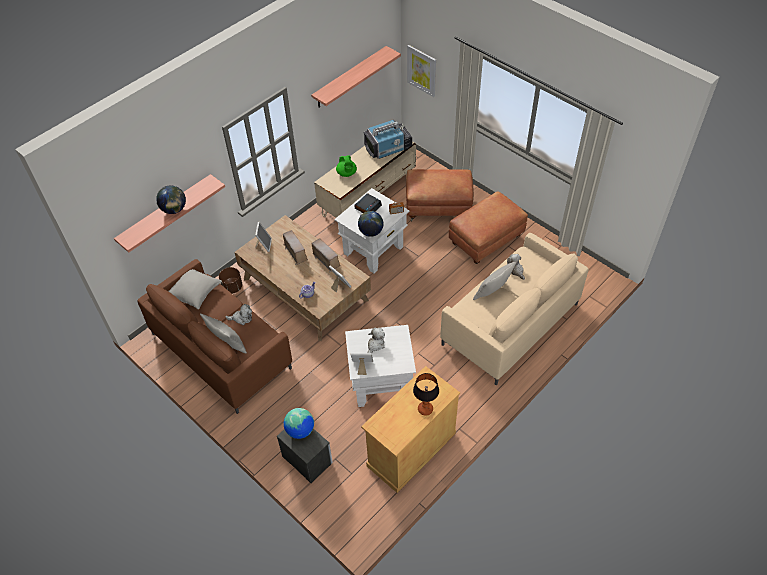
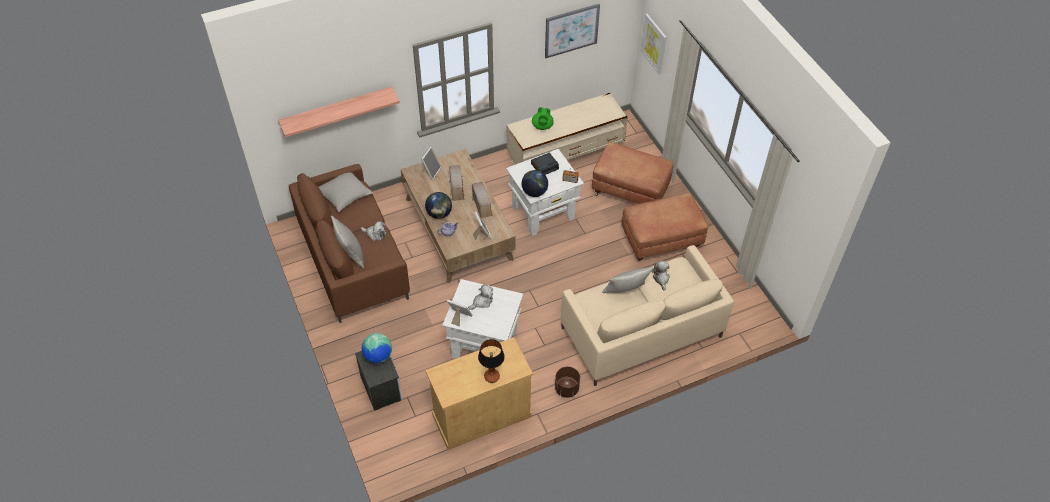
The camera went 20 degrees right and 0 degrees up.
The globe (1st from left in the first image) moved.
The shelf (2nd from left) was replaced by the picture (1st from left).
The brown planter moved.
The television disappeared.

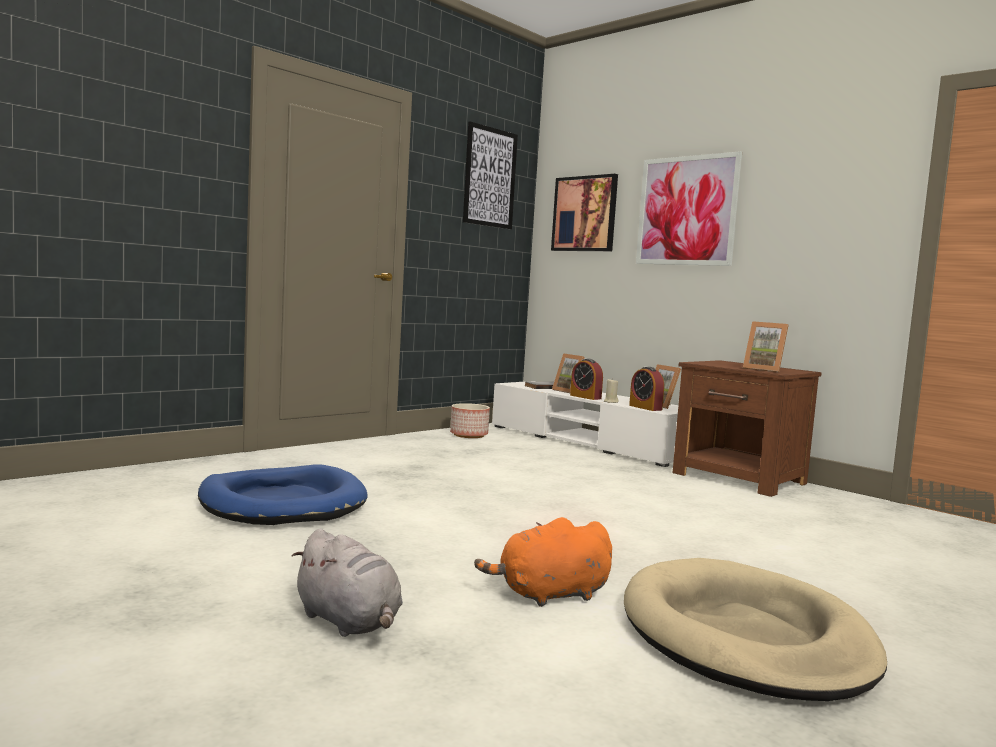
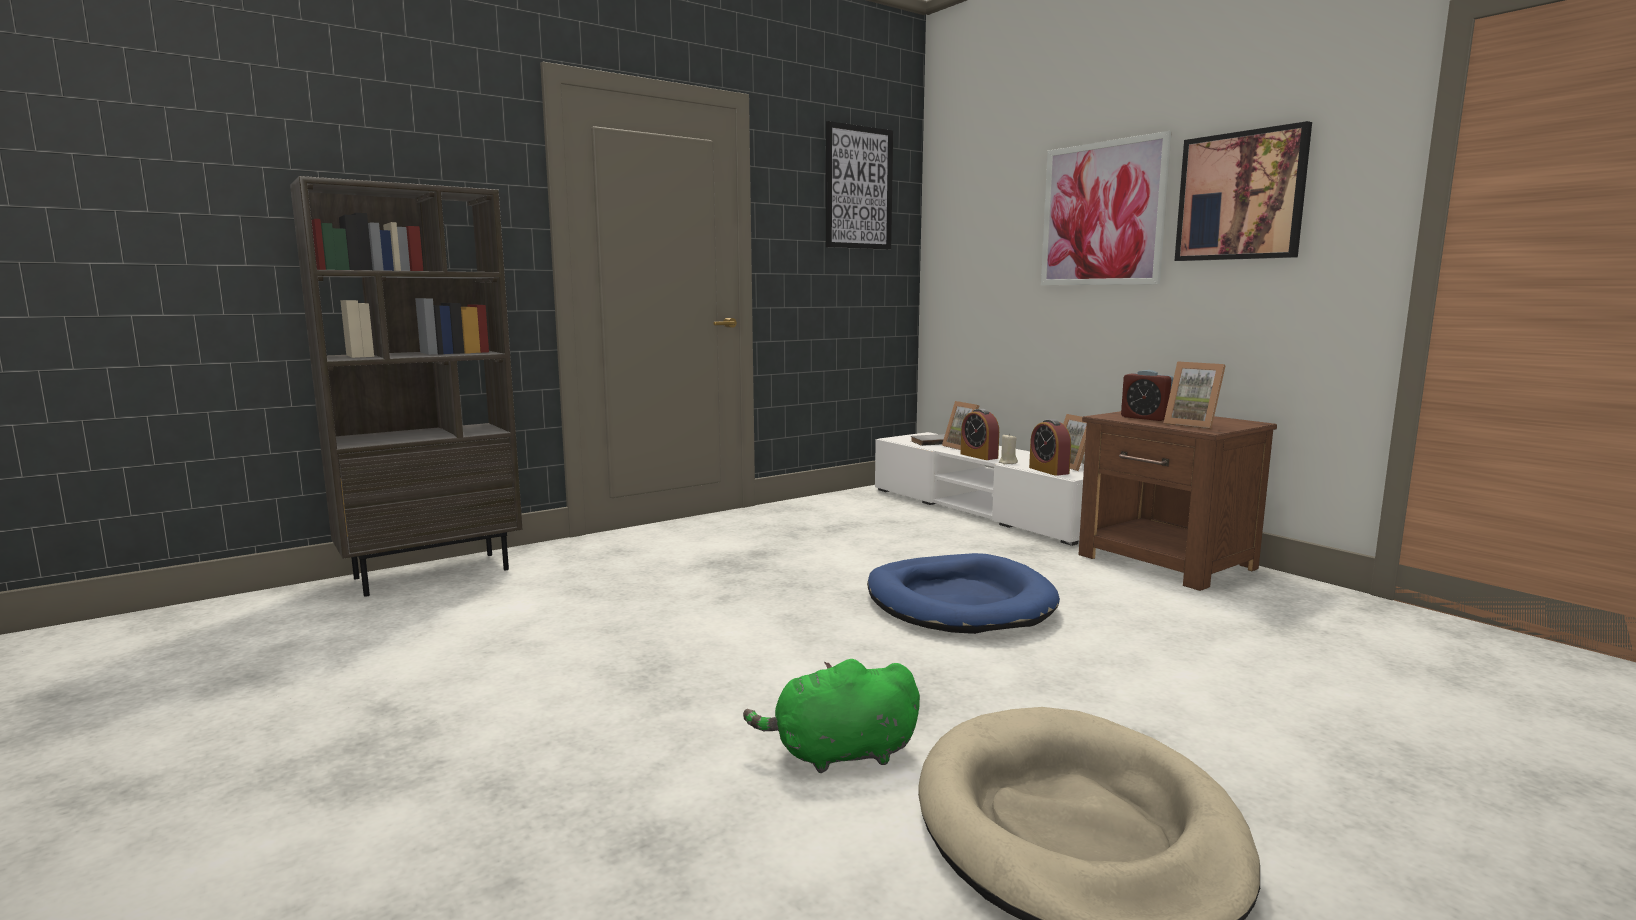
The camera went 10 degrees right and 5 degrees up.
The brown bookcase appeared.
The orange plush toy became the green plush toy.
The blue dog bed moved.
The alarm clock (3rd from left) appeared.
The picture (2nd from left in the first image) moved.
The grey plush toy disappeared.
The planter disappeared.

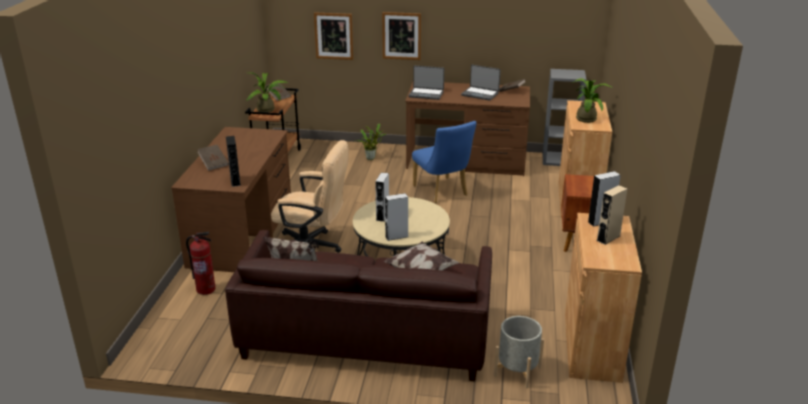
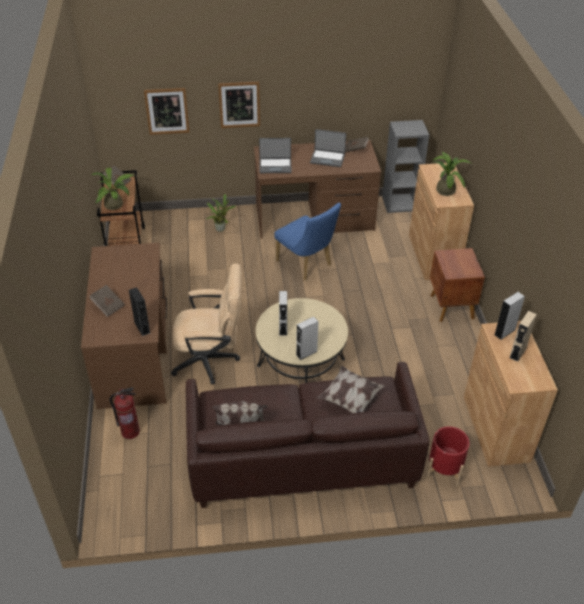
The camera went 15 degrees left and 15 degrees up.
The grey planter became the red planter.

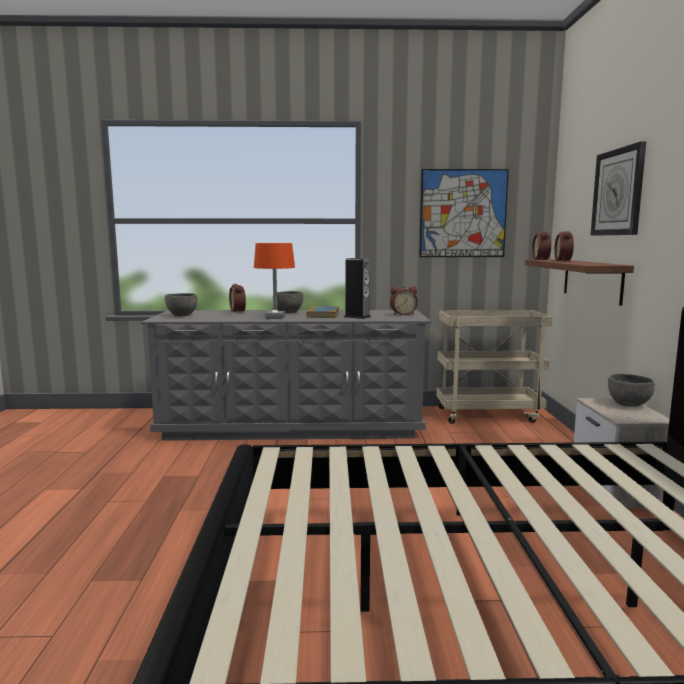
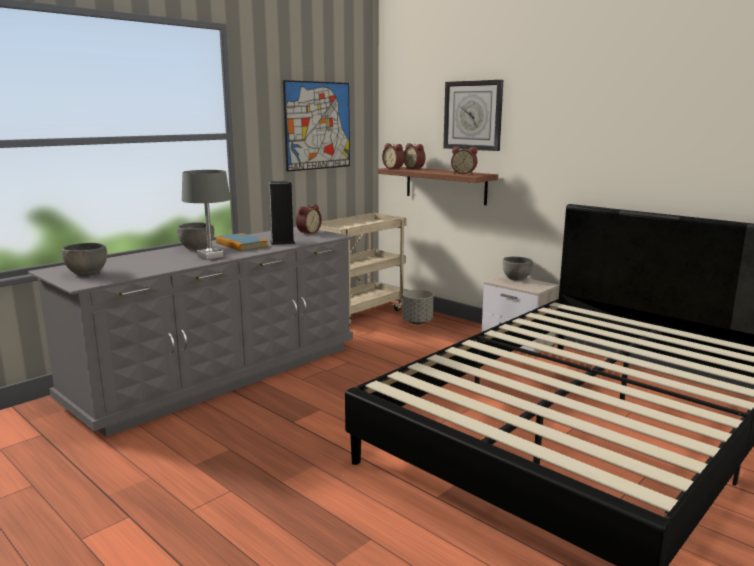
The camera went 45 degrees left and 5 degrees up.
The orange table lamp became the grey table lamp.
The grey planter appeared.
The alarm clock (1st from left in the first image) moved.

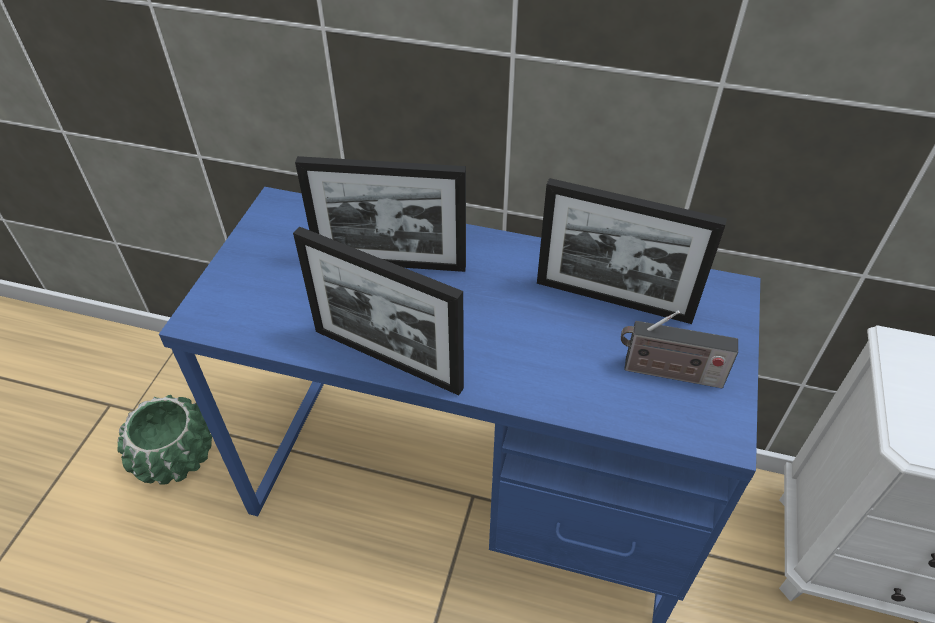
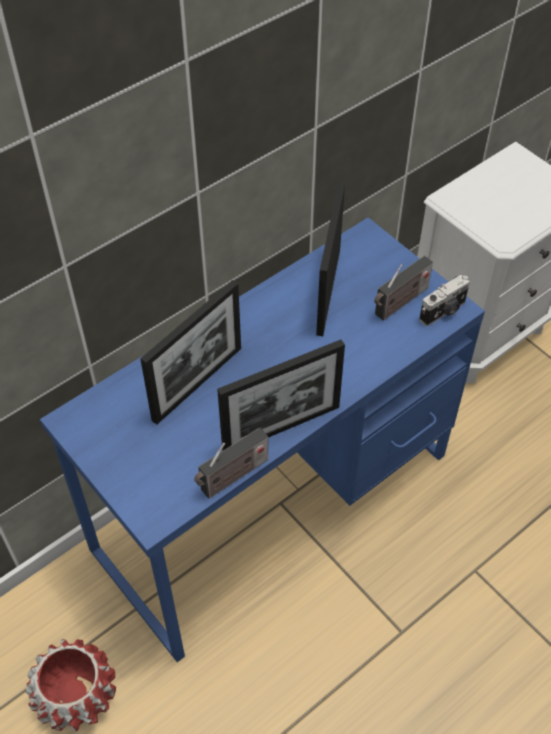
The camera went 55 degrees left and 5 degrees up.
The green planter became the red planter.
The radio (1st from left) appeared.
The picture frame (3rd from left) turned 135 degrees clockwise.
The photo camera appeared.

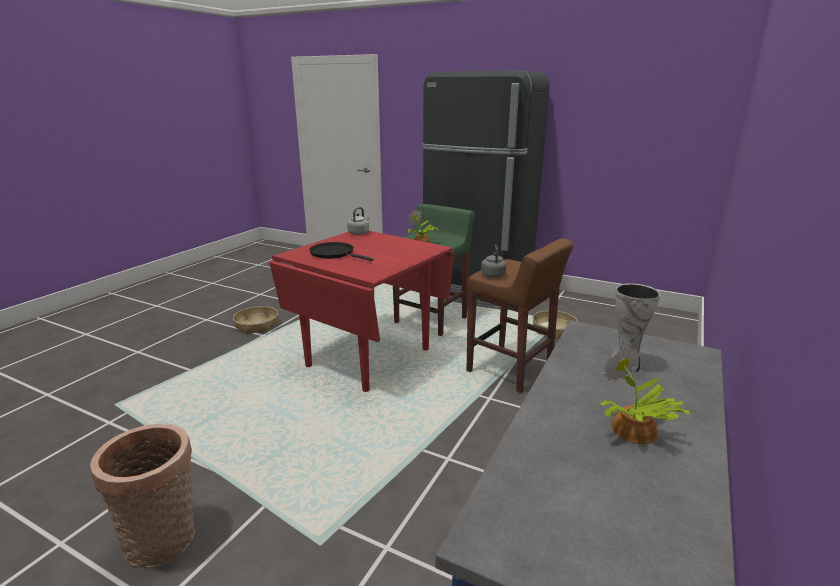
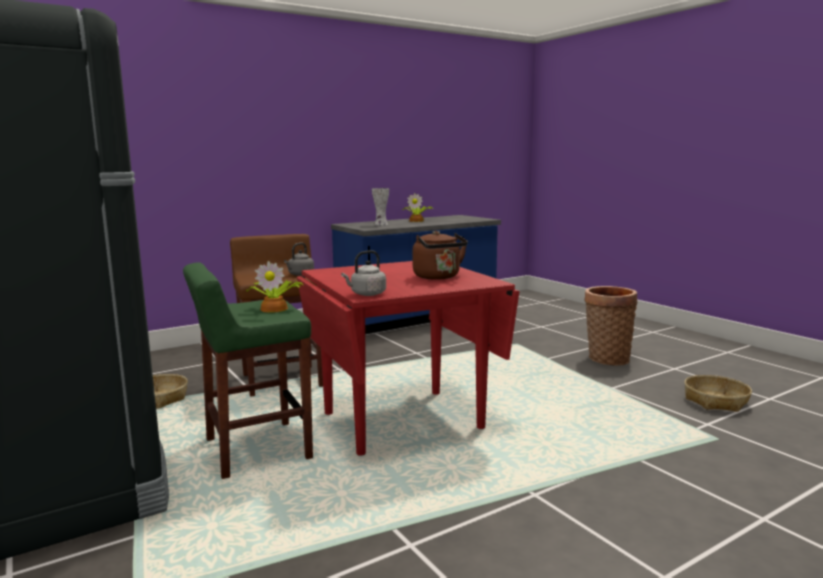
The camera went 150 degrees left and 10 degrees down.
The black frying pan was replaced by the brown kettle.
The basket (2nd from left in the first image) moved.

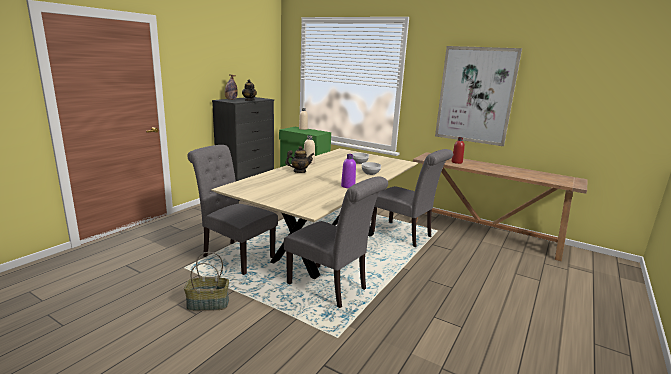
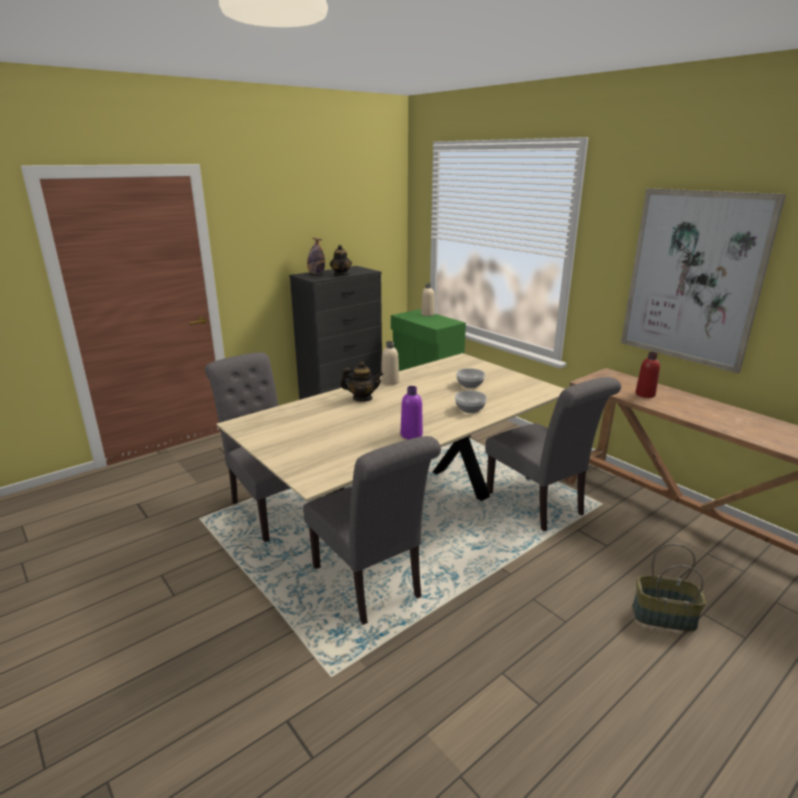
The camera went 20 degrees right and 5 degrees up.
The basket moved.

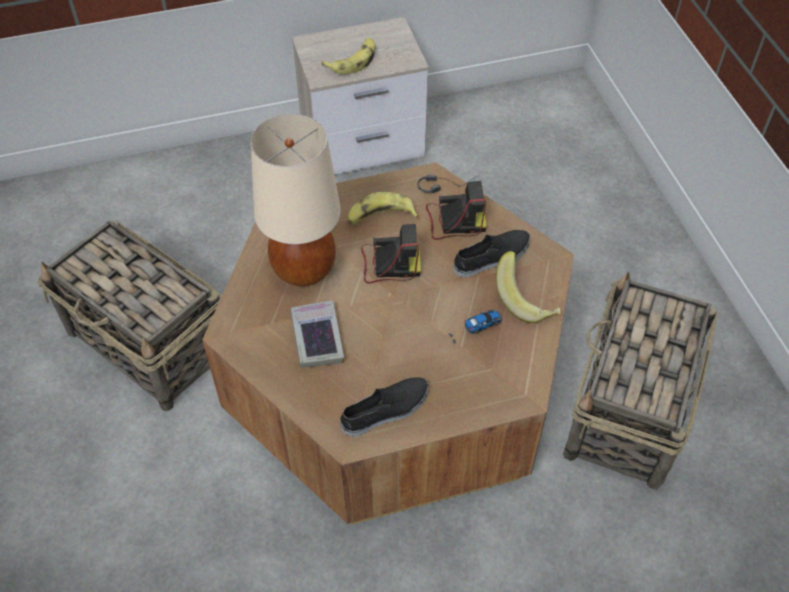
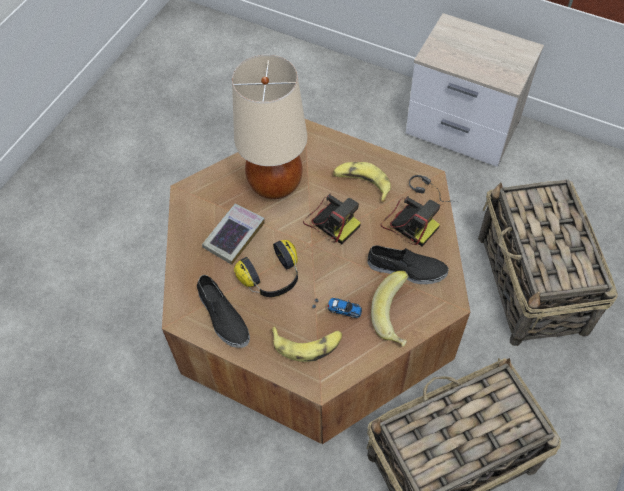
The camera went 45 degrees right and 5 degrees up.
The black shoe (1st from left) turned 45 degrees clockwise.
The headphones (1st from left) appeared.
The banana (1st from left) moved.
The basket (1st from left in the first image) moved.

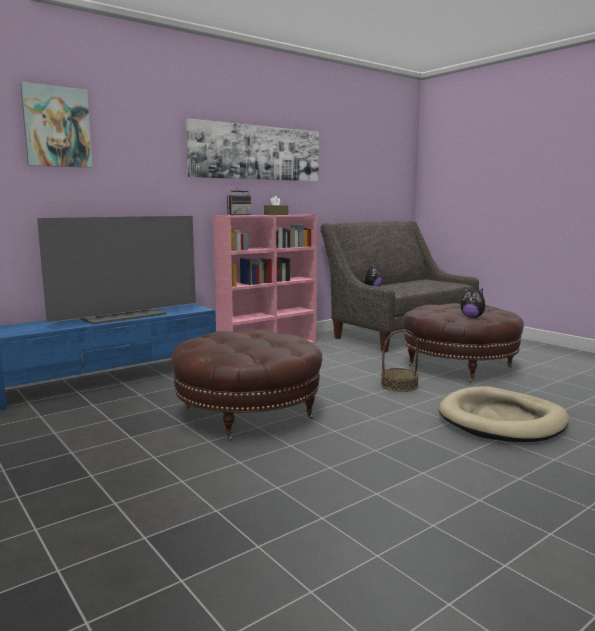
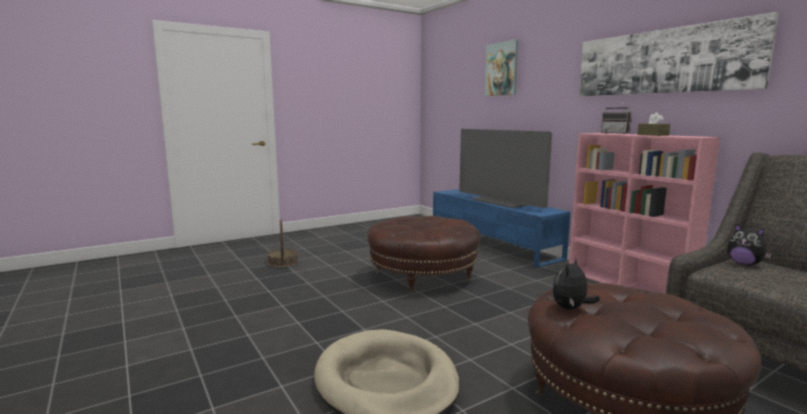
The camera went 95 degrees right and 0 degrees up.
The basket moved.

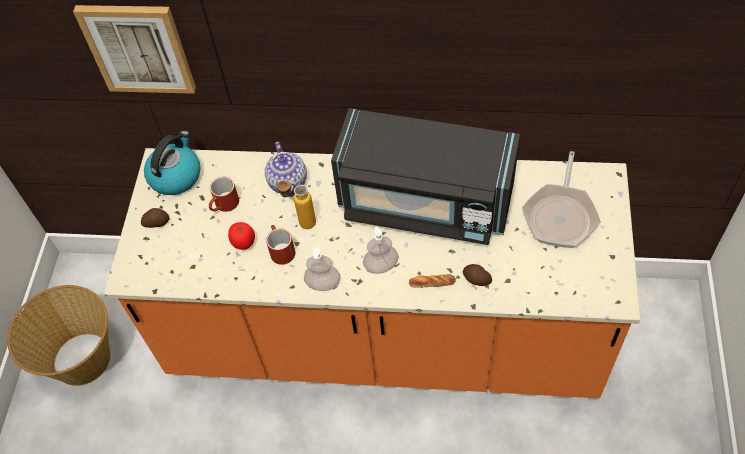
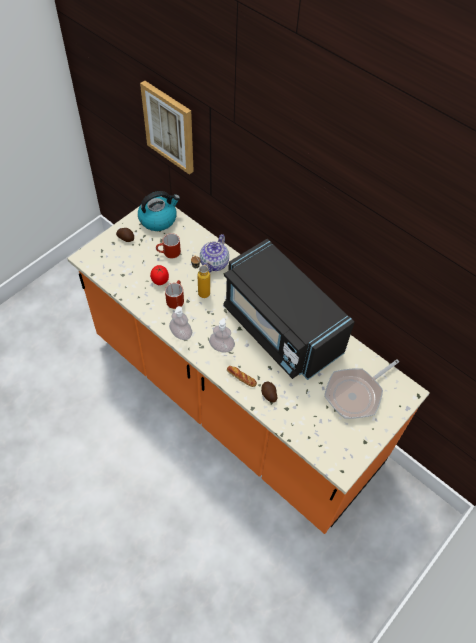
The camera went 30 degrees right and 0 degrees up.
The basket disappeared.

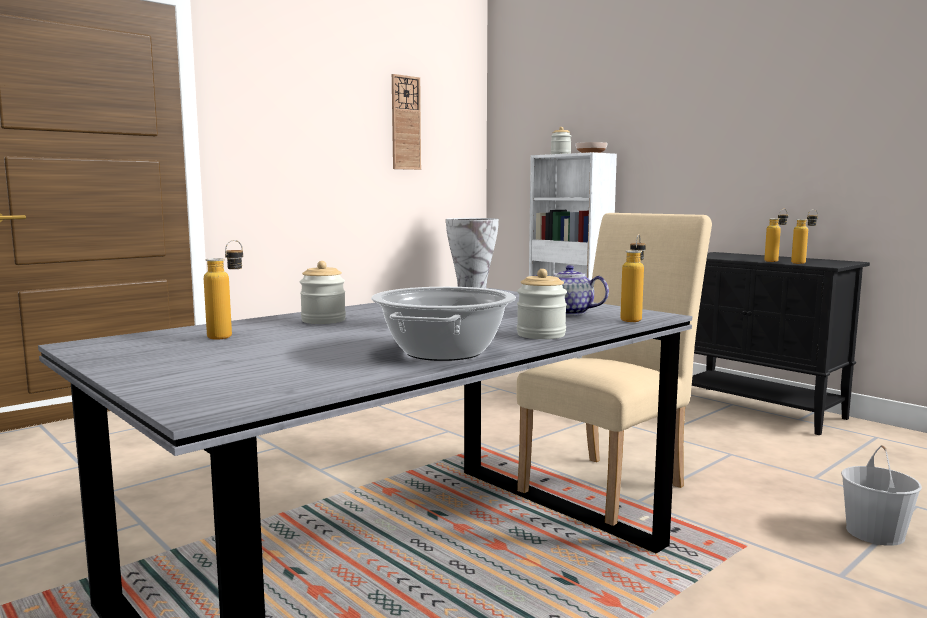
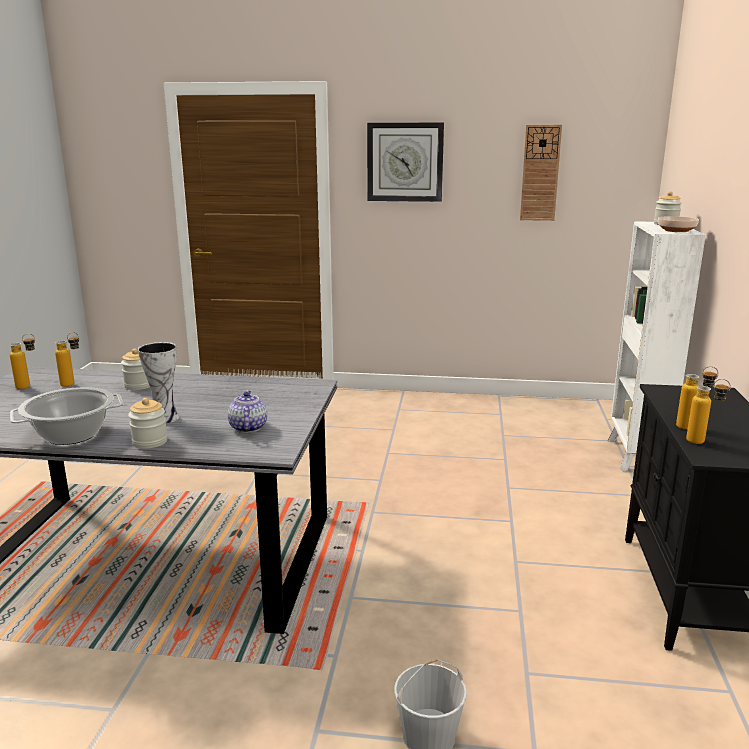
The camera went 50 degrees right and 10 degrees up.
The bottle (2nd from left in the first image) moved.
The wall clock (1st from left) appeared.
The beige chair disappeared.

